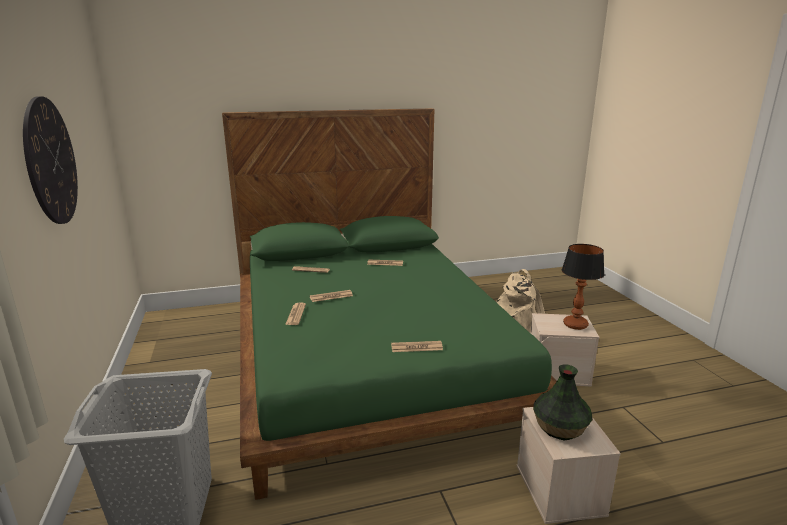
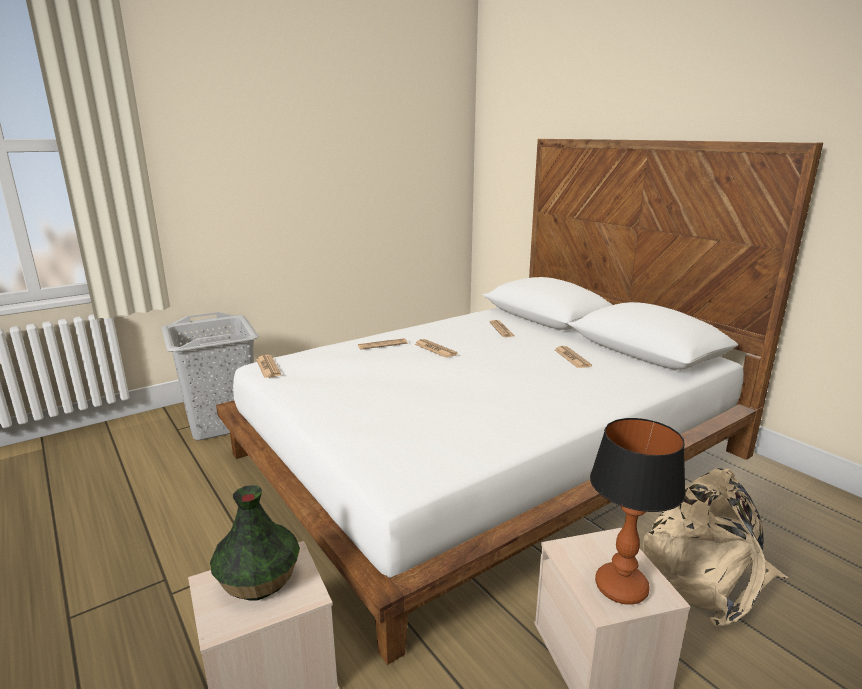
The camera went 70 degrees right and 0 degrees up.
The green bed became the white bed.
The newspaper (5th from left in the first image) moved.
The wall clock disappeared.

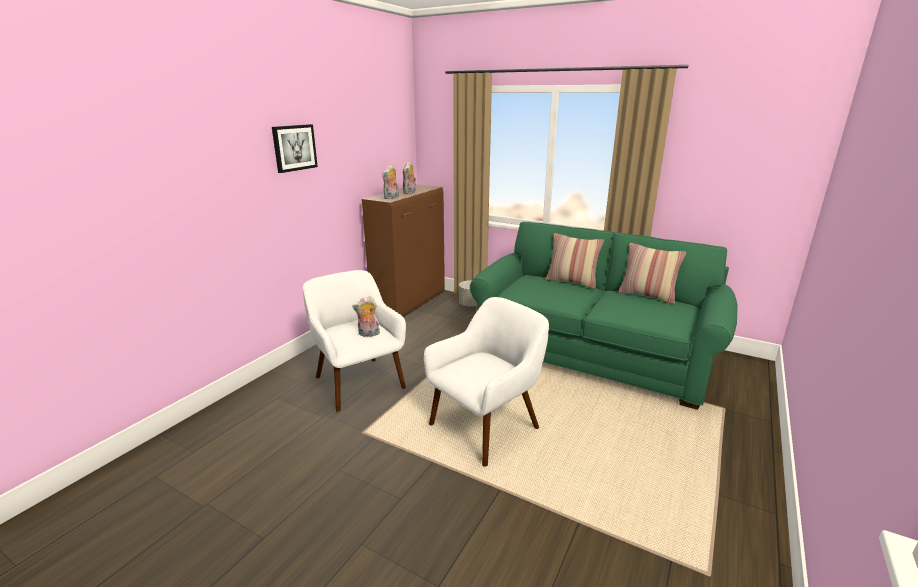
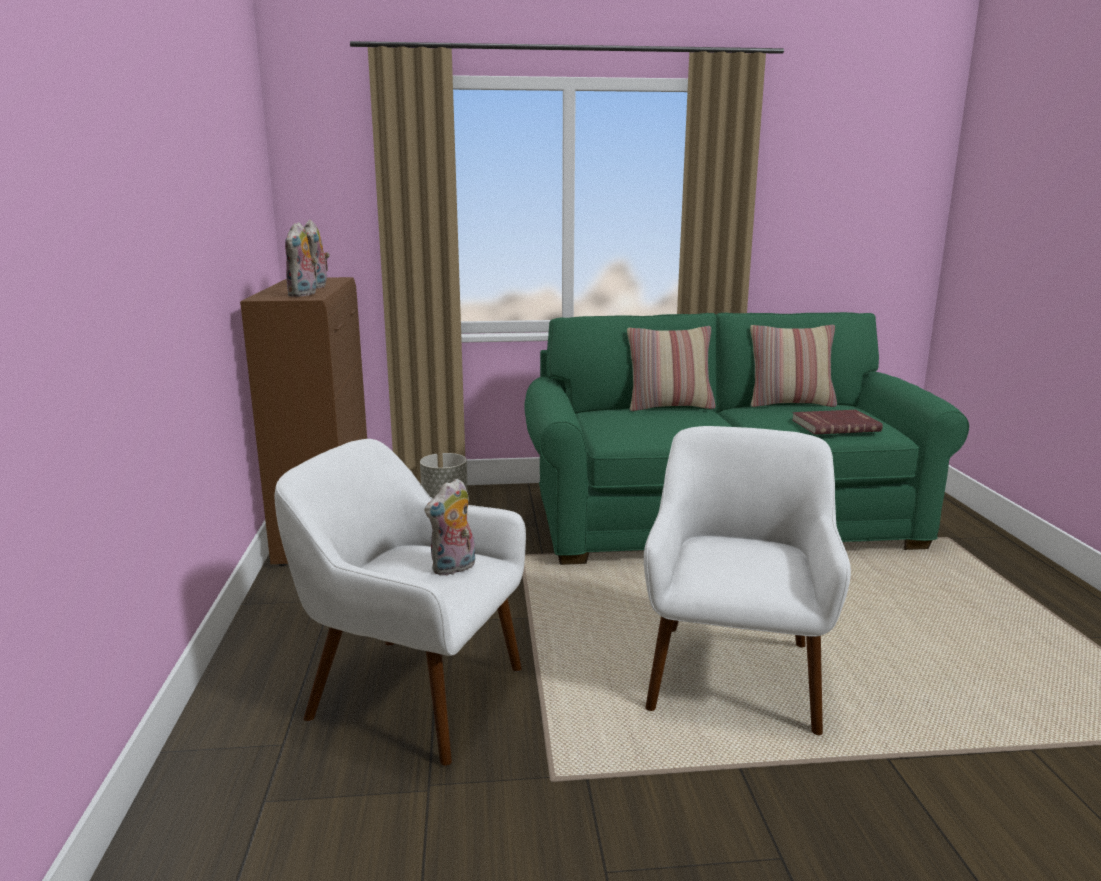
The camera went 35 degrees left and 5 degrees down.
The red book appeared.
The picture disappeared.

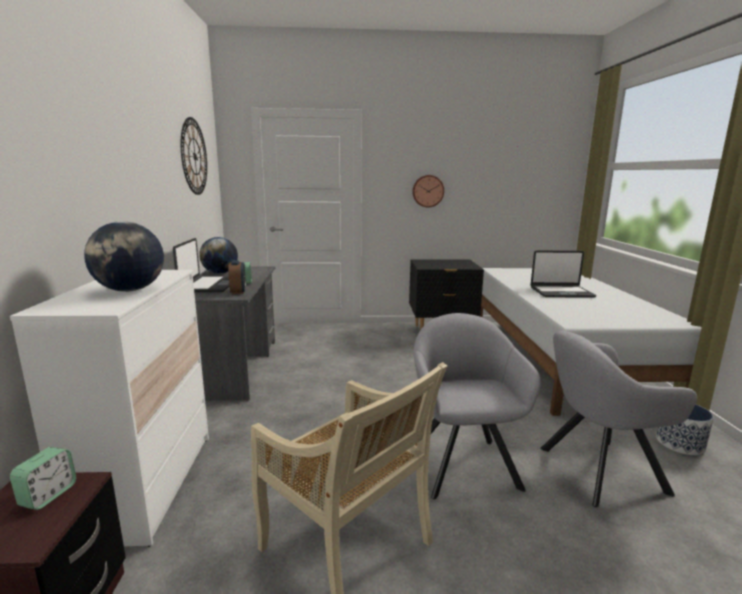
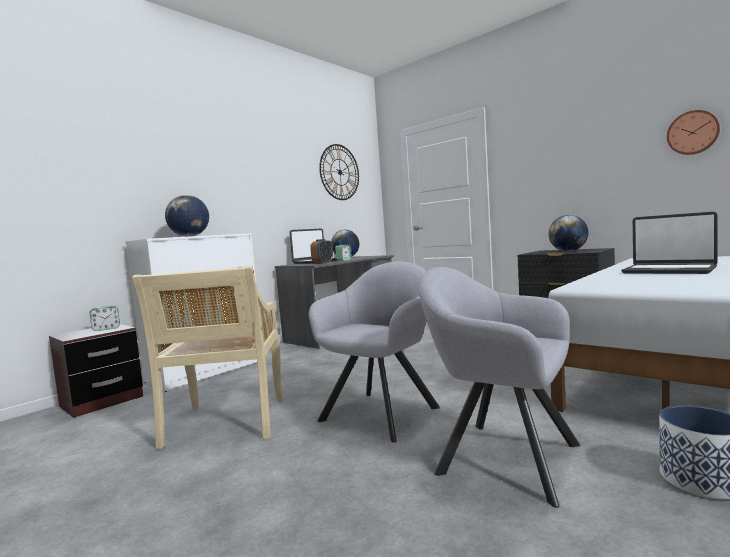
The camera went 45 degrees right and 10 degrees down.
The globe (3rd from left) appeared.
The wall clock (2nd from left) moved.

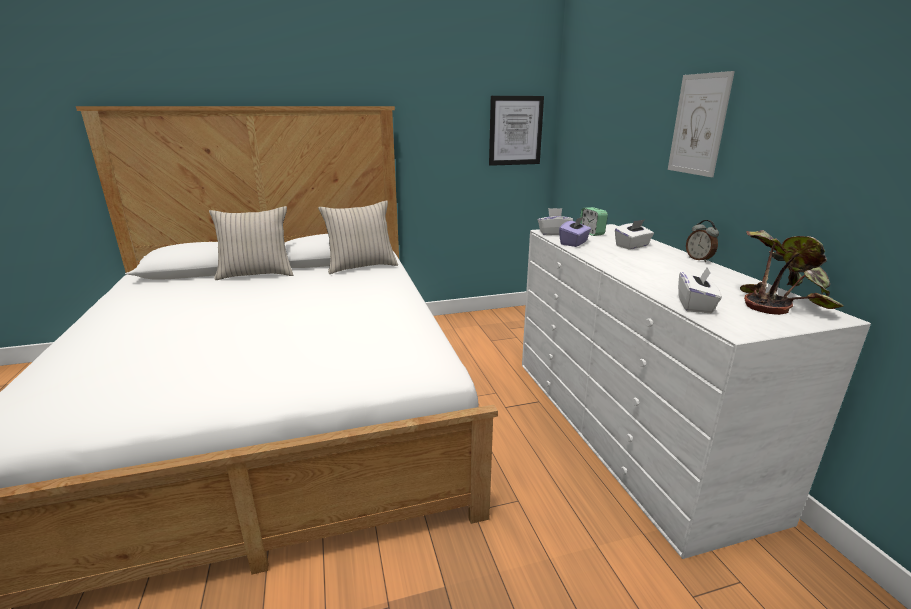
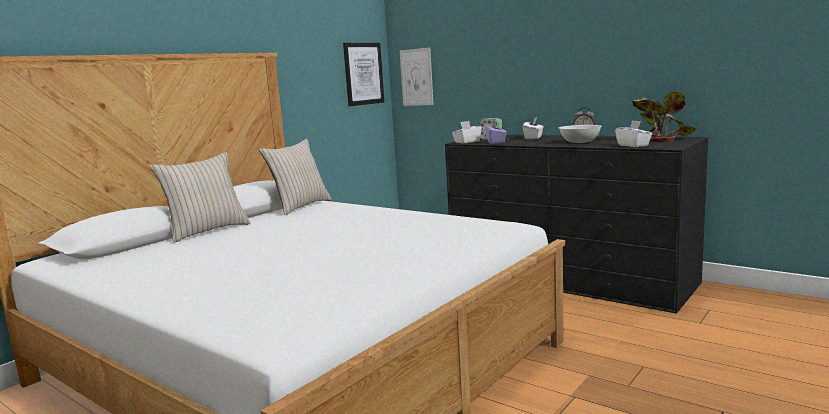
The camera went 35 degrees left and 10 degrees down.
The picture (2nd from left) moved.
The white dresser became the black dresser.
The white bowl appeared.

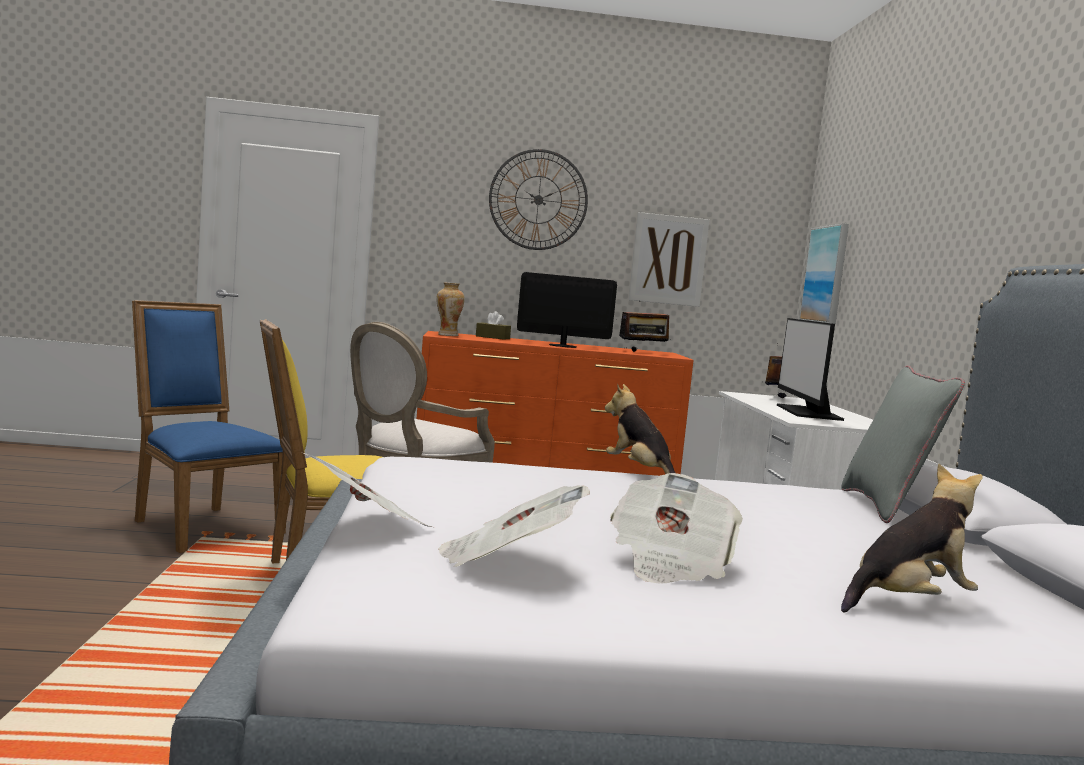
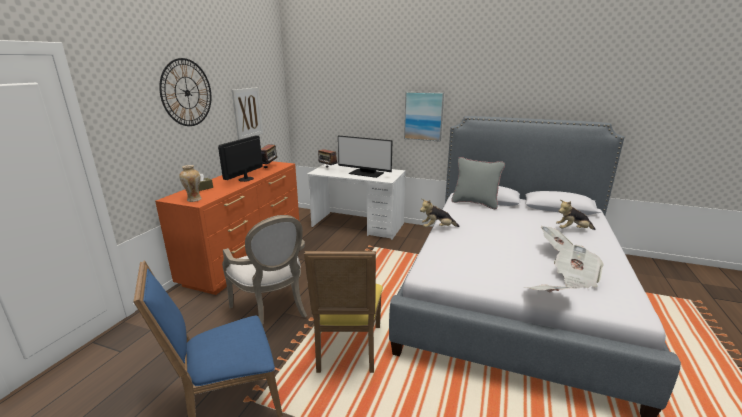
The camera went 65 degrees left and 15 degrees up.
The picture (2nd from left) moved.
The plush toy (2nd from left) turned 90 degrees counterclockwise.

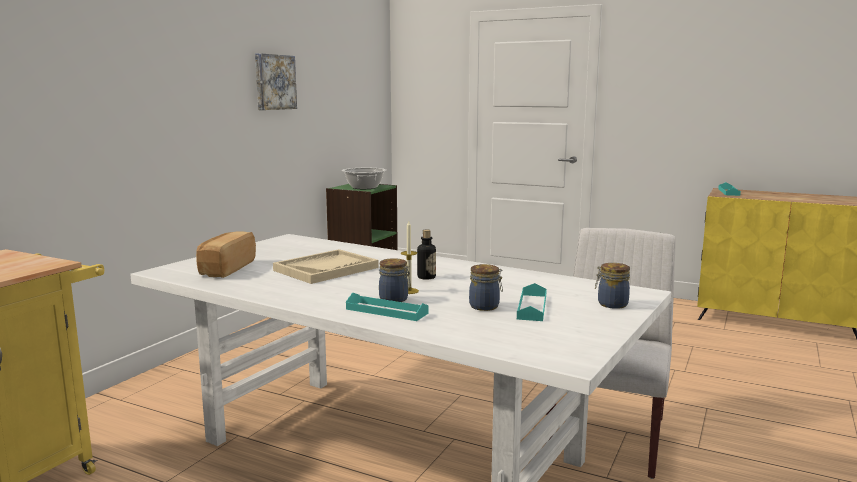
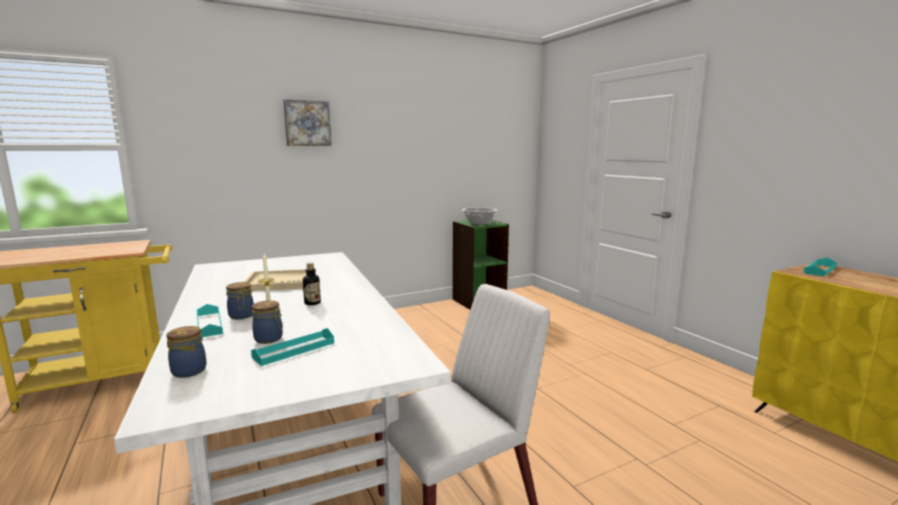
The camera went 35 degrees right and 0 degrees up.
The jar (3rd from left in the first image) moved.
The picture moved.
The bread disappeared.

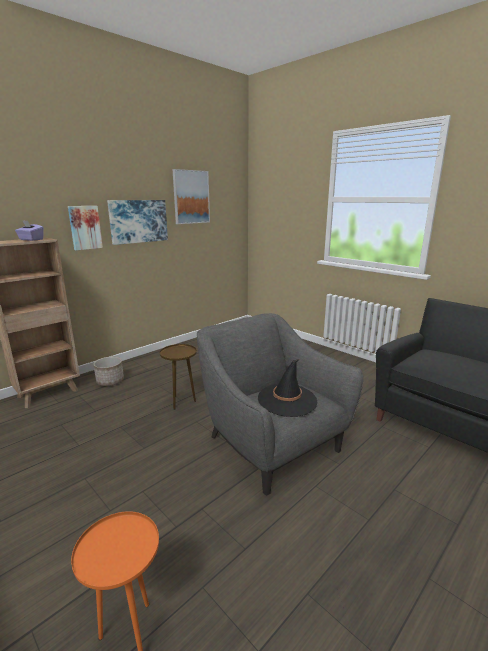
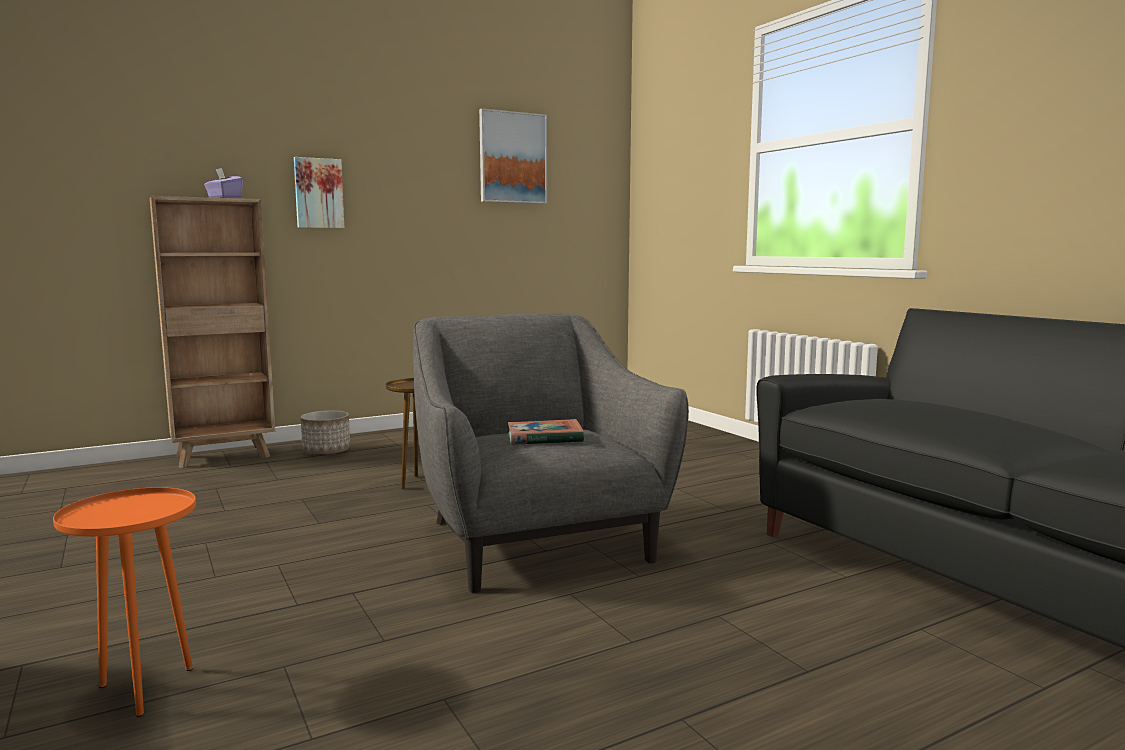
The camera went 15 degrees right and 10 degrees down.
The black hat was replaced by the book.
The picture (2nd from left) disappeared.

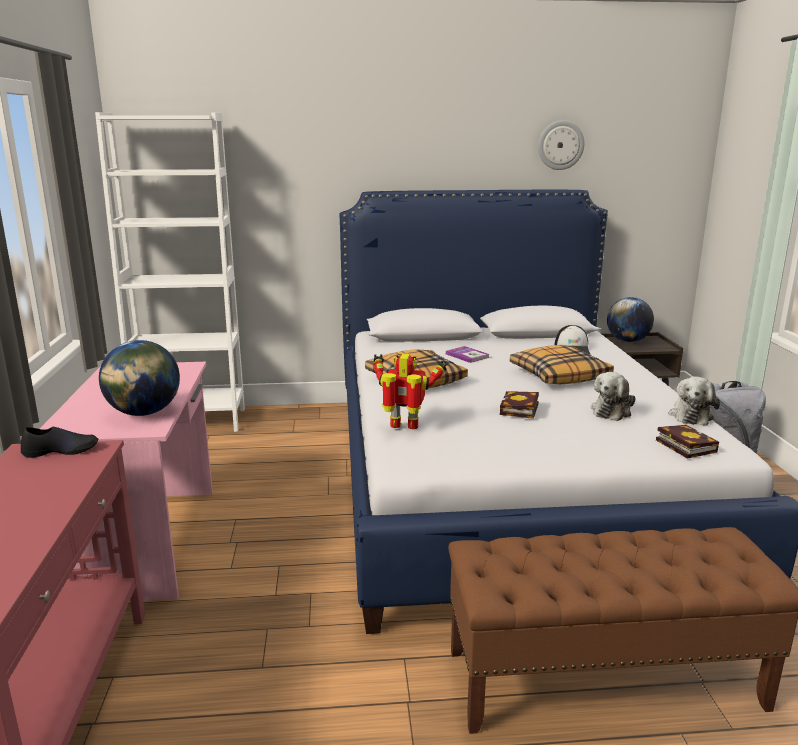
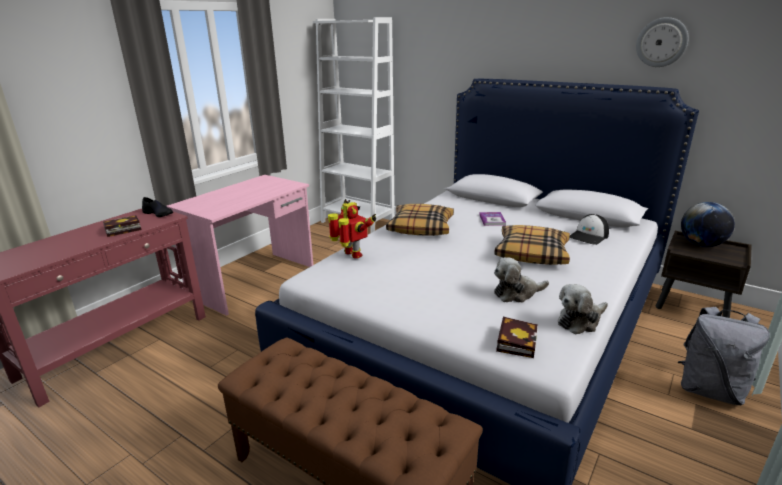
The camera went 40 degrees right and 5 degrees up.
The book (2nd from left in the first image) moved.
The globe (1st from left) disappeared.

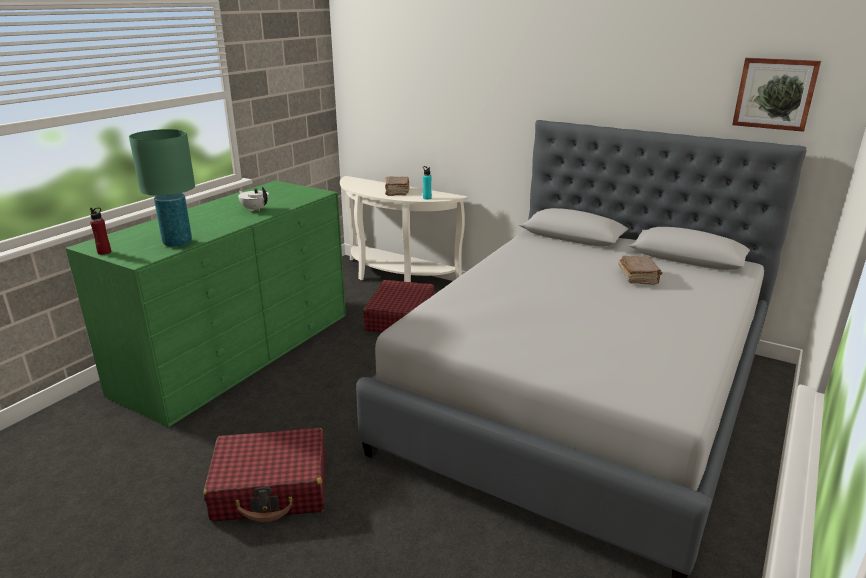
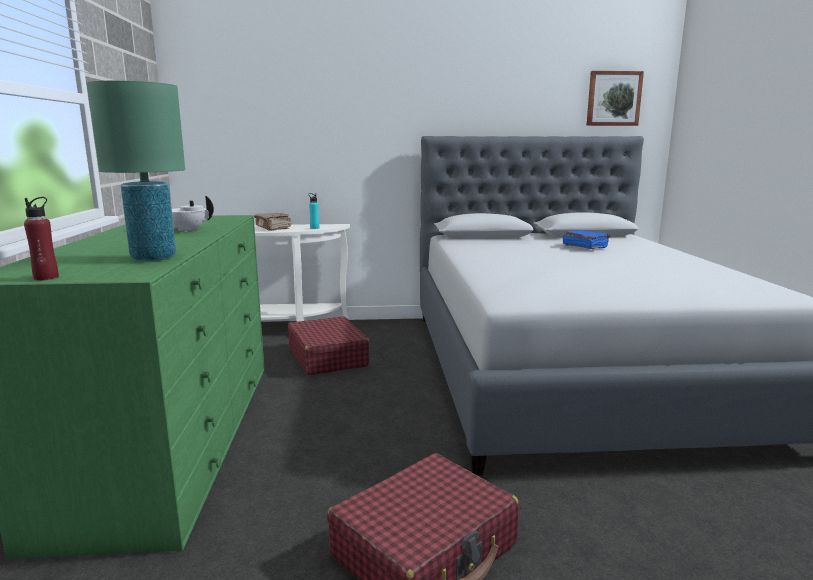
The camera went 35 degrees left and 10 degrees down.
The brown book (2nd from left) became the blue book.

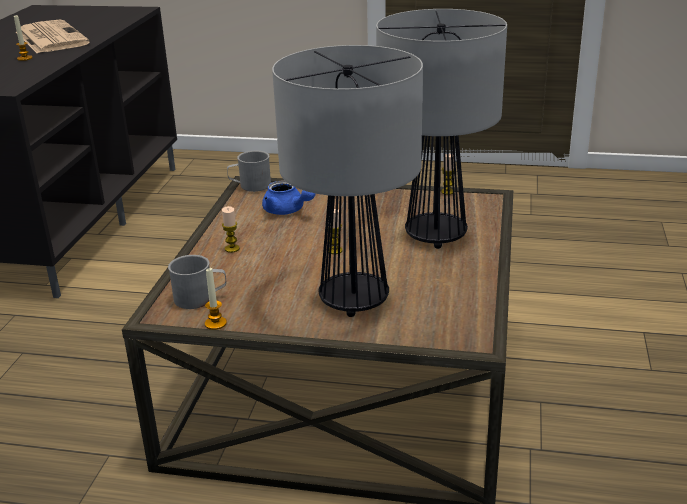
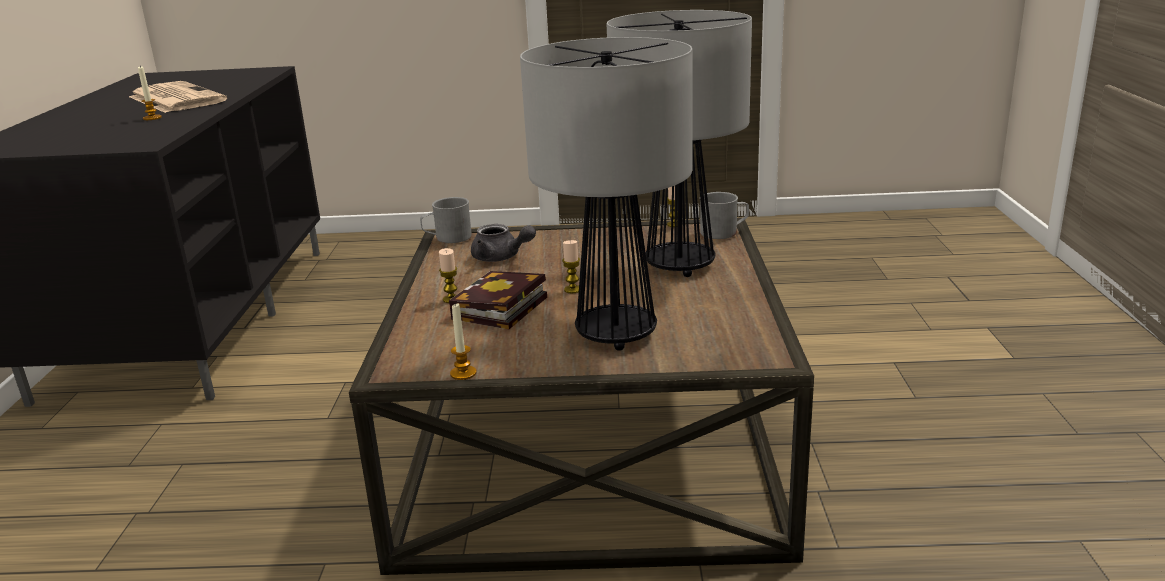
The camera went 10 degrees left and 5 degrees down.
The book appeared.
The blue teapot became the grey teapot.
The grey mug (1st from left in the first image) moved.

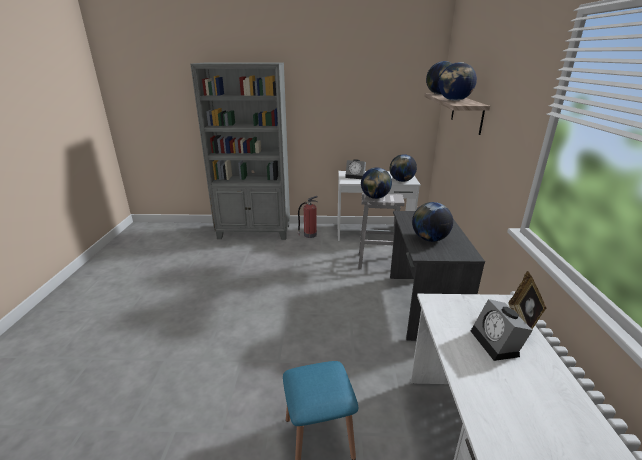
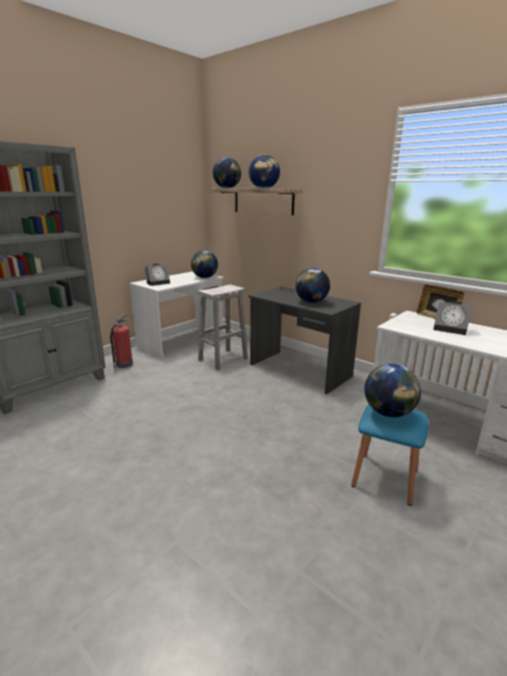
The camera went 50 degrees left and 5 degrees down.
The globe (1st from left in the first image) moved.

